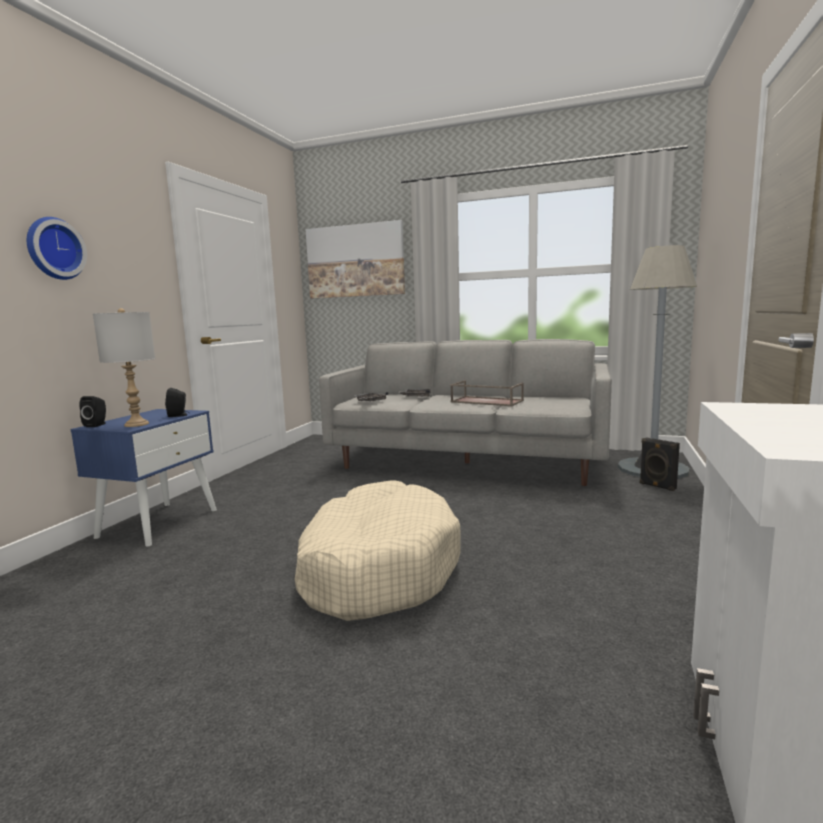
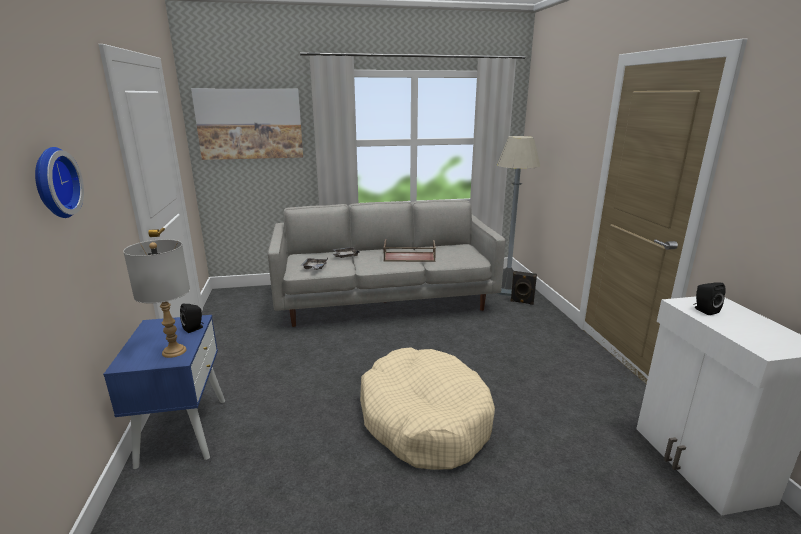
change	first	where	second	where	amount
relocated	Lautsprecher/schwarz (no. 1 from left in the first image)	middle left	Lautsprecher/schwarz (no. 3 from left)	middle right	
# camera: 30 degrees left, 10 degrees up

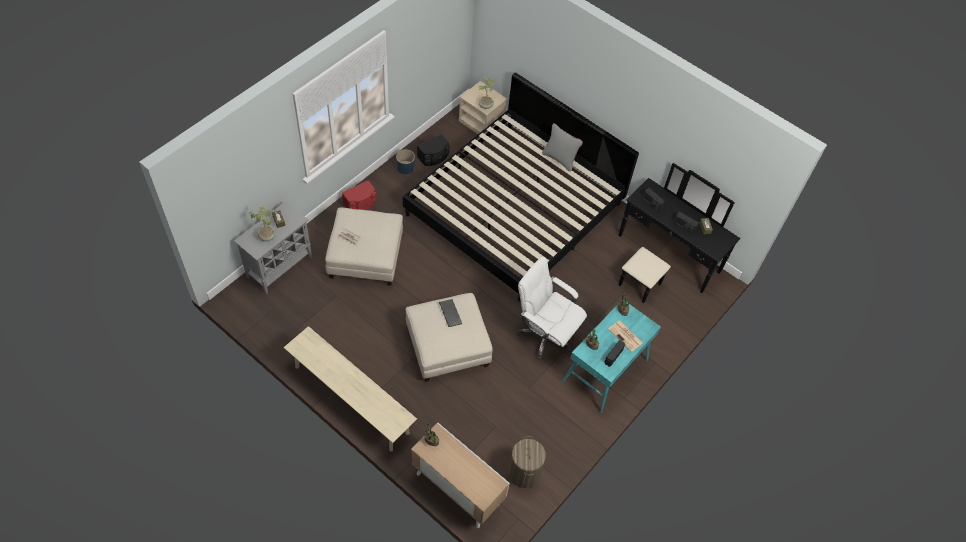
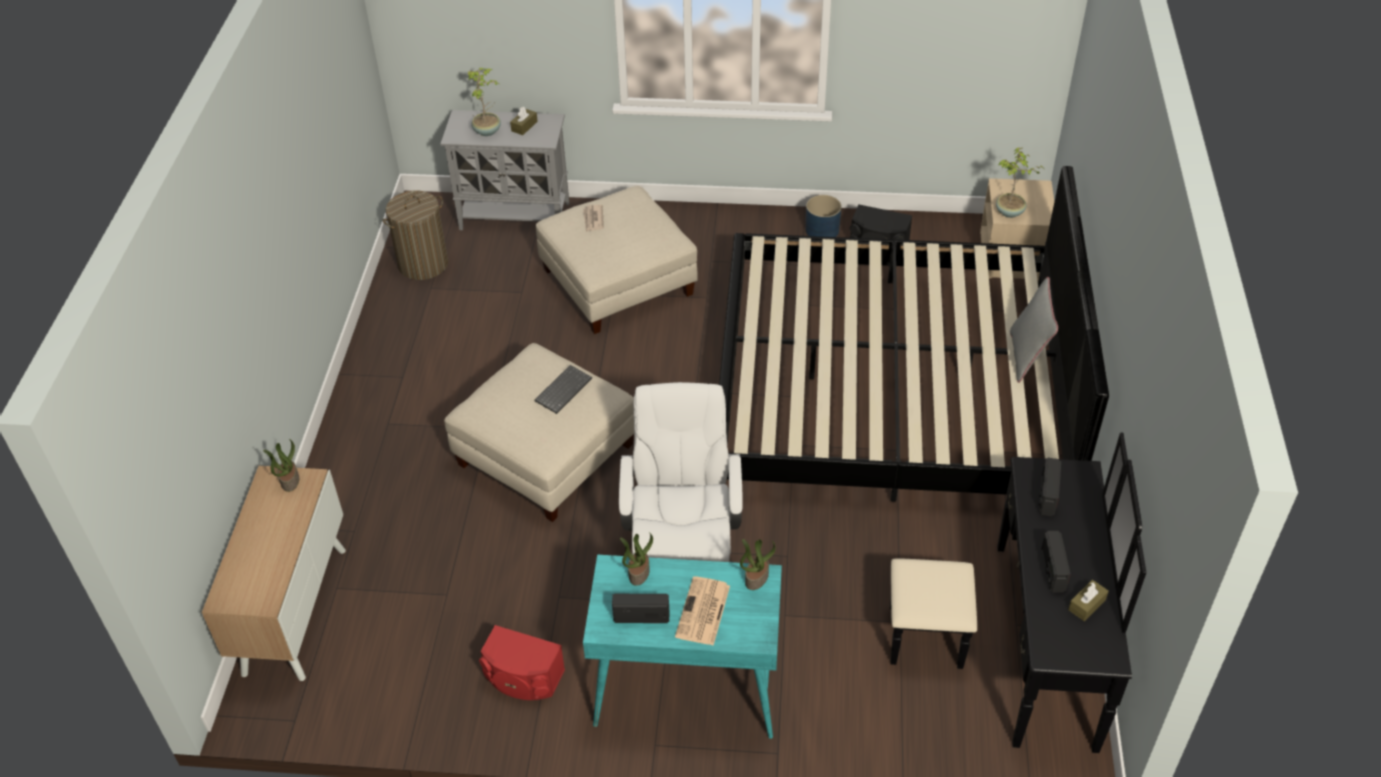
change	first	where	second	where	amount
missing	Bank/beige	bottom centre			
relocated	Lautsprecher/rot	centre		bottom centre	
relocated	Wäschekorb	bottom centre		top left	
# camera: 60 degrees right, 10 degrees down

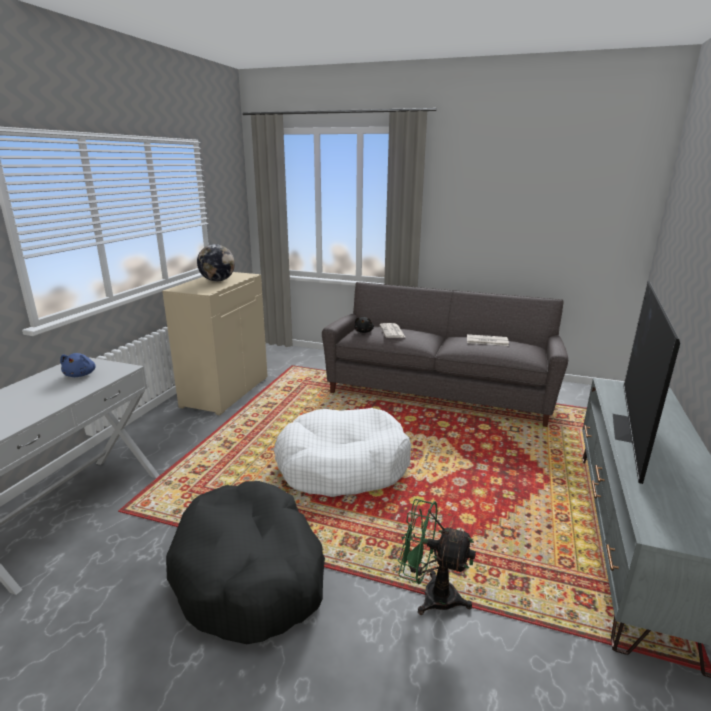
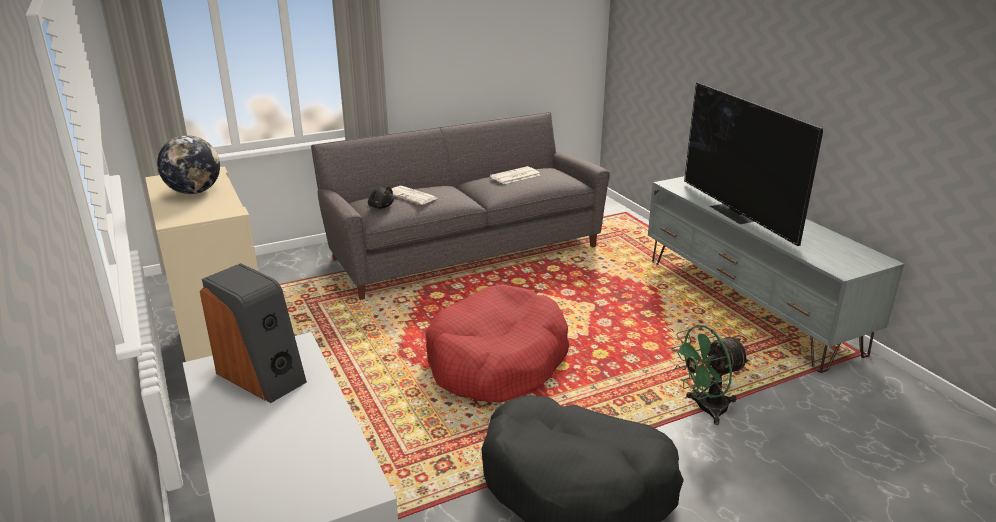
change	first	where	second	where	amount
exchanged	Plüschtier/blau	middle left	Lautsprecher	middle left	
colour	Hundebett/weiß	centre	Hundebett/rot	centre	
# camera: 45 degrees left, 5 degrees up

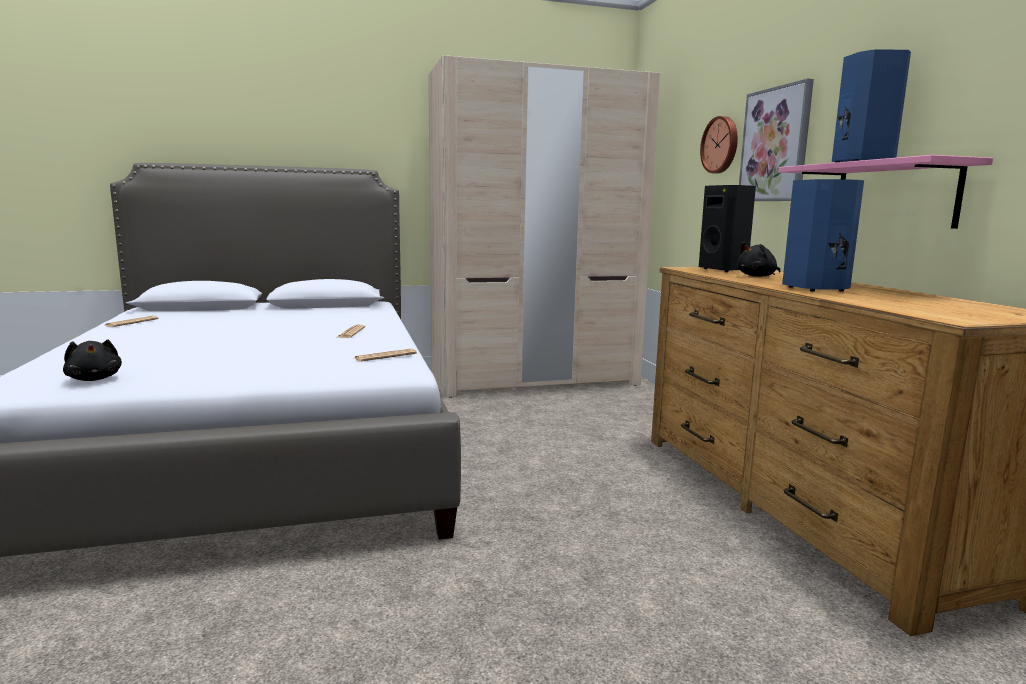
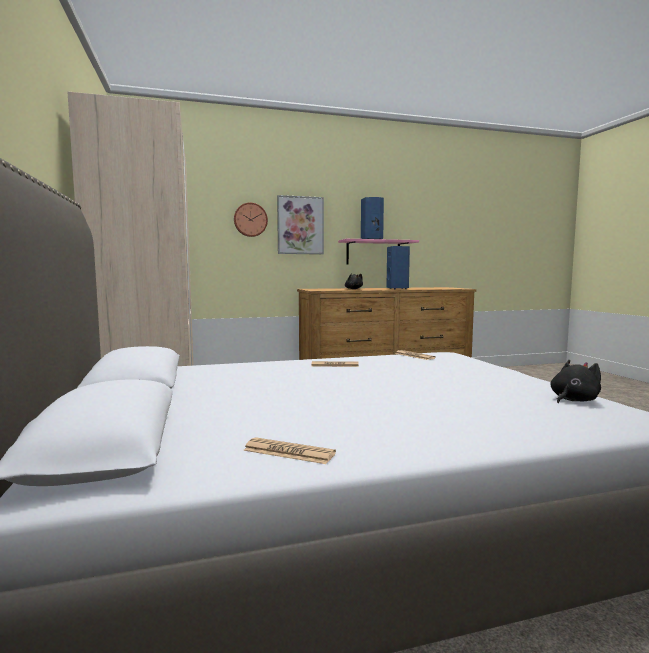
change	first	where	second	where	amount
missing	Lautsprecher/schwarz	middle right			
# camera: 90 degrees left, 5 degrees down

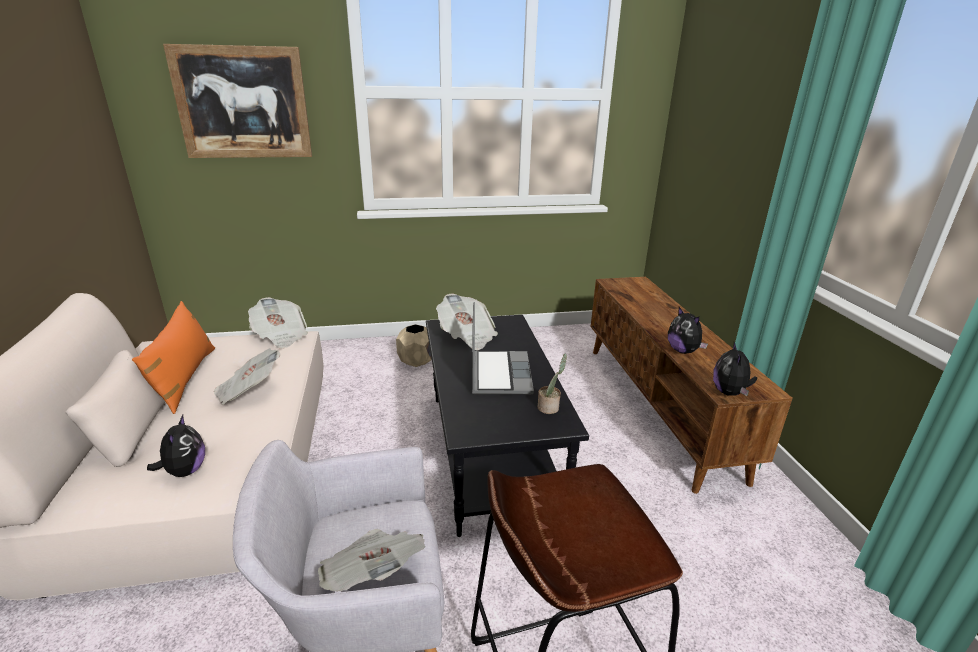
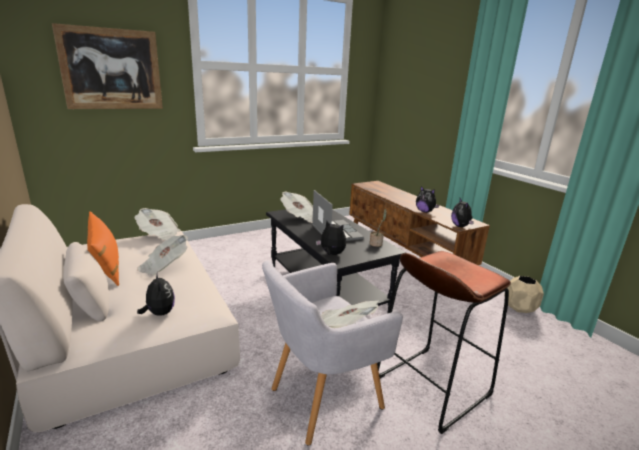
change	first	where	second	where	amount
appeared			Plüschtier (no. 2 from left)	centre	
relocated	Pflanzkübel/beige	centre		middle right	
# camera: 20 degrees left, 5 degrees down

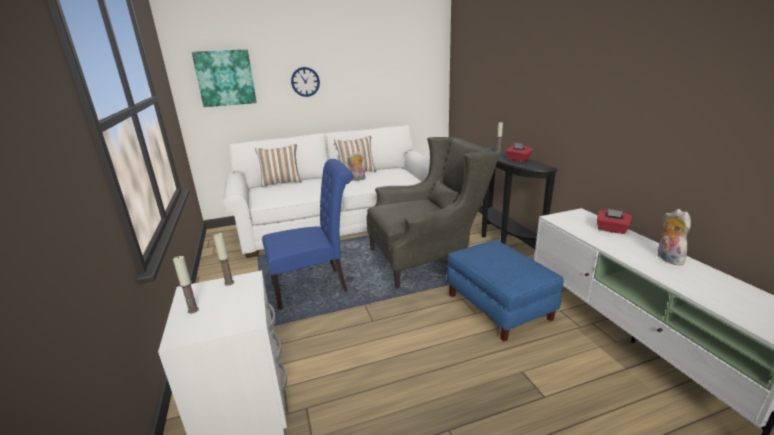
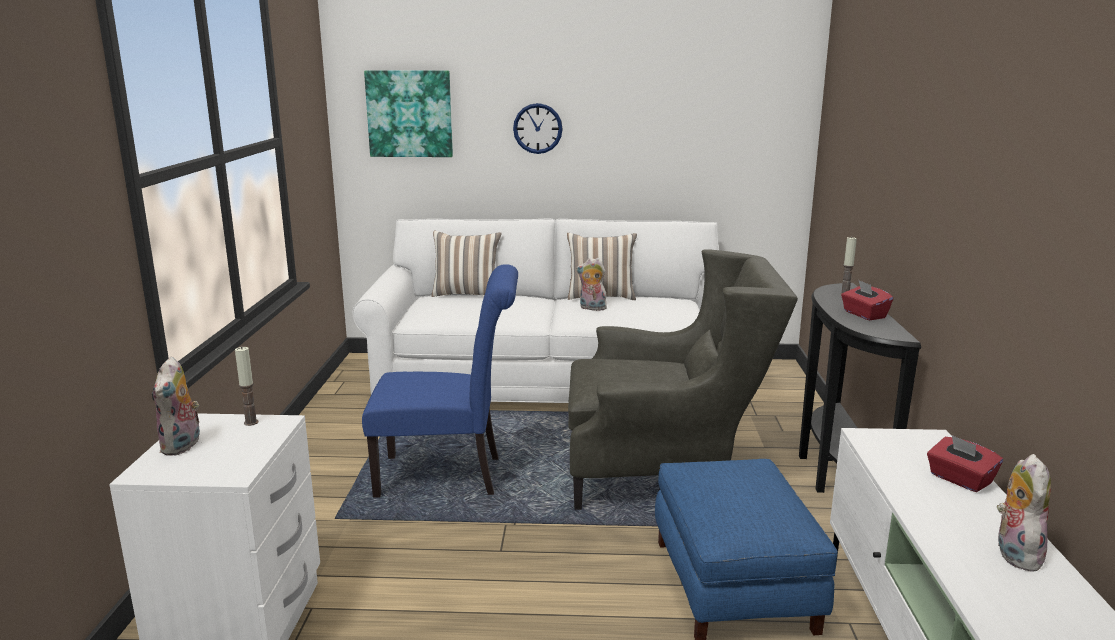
change	first	where	second	where	amount
exchanged	Kerze (no. 1 from left)	middle left	Plüschtier (no. 1 from left)	middle left	
# camera: 20 degrees right, 5 degrees down

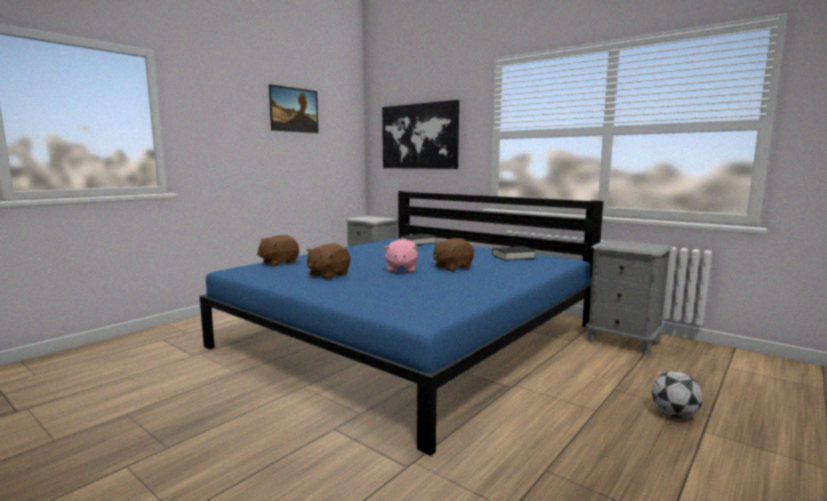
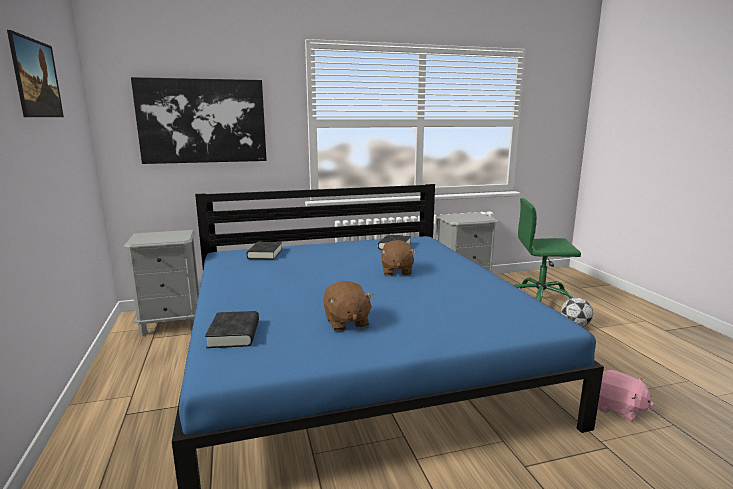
change	first	where	second	where	amount
appeared			Bürostuhl/grün	middle right	
relocated	Plüschtier/rosa	centre		bottom right	
exchanged	Plüschtier/braun (no. 1 from left)	centre	Buch/schwarz (no. 1 from left)	bottom left	
# camera: 55 degrees left, 5 degrees up

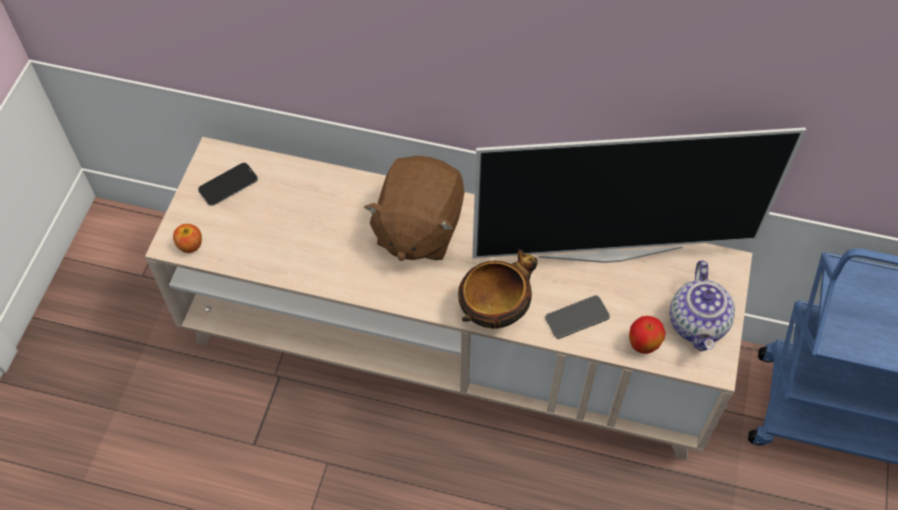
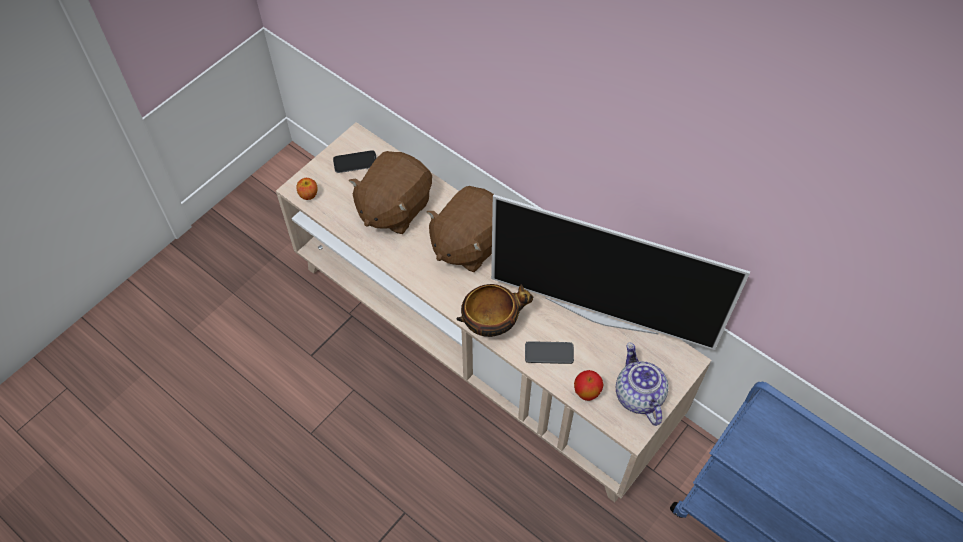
change	first	where	second	where	amount
appeared			Plüschtier/braun (no. 1 from left)	centre	
spun	Teekanne	middle right		bottom right	135 degrees clockwise
# camera: 25 degrees right, 0 degrees up

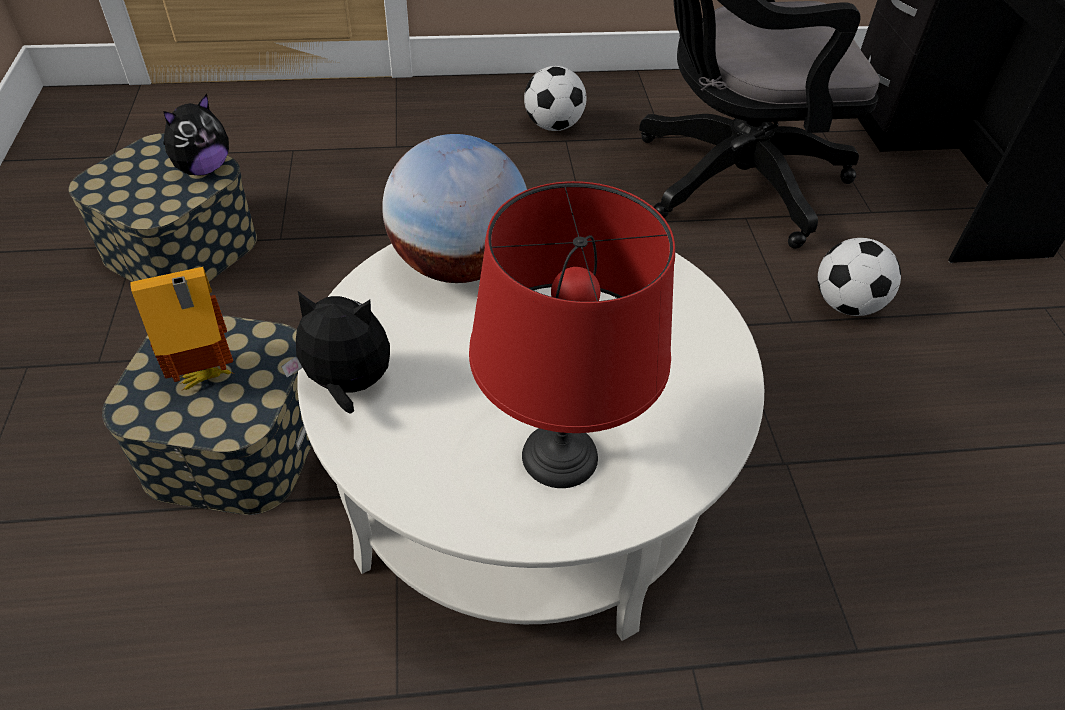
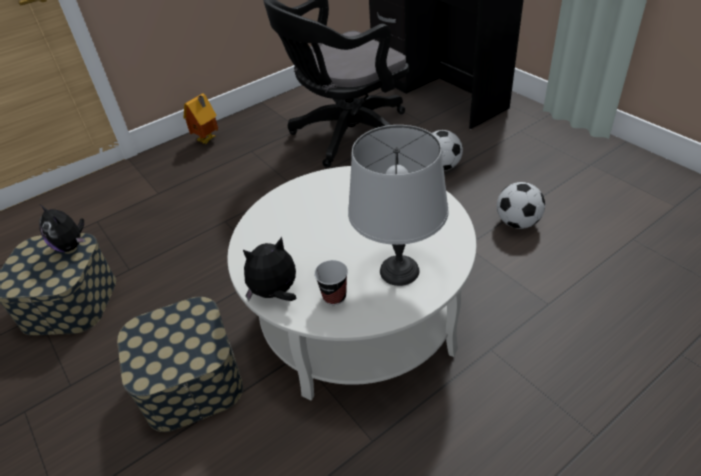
change	first	where	second	where	amount
missing	Globus	top centre			
appeared			Tasse	centre	
relocated	Spielzeughaus	middle left		top left	
relocated	Fußball (no. 1 from left in the first image)	top centre	Fußball (no. 2 from left)	middle right	
colour	Tischlampe/rot	centre	Tischlampe/grau	centre	
spun	Plüschtier (no. 1 from left)	top left		middle left	120 degrees clockwise
# camera: 25 degrees left, 5 degrees down

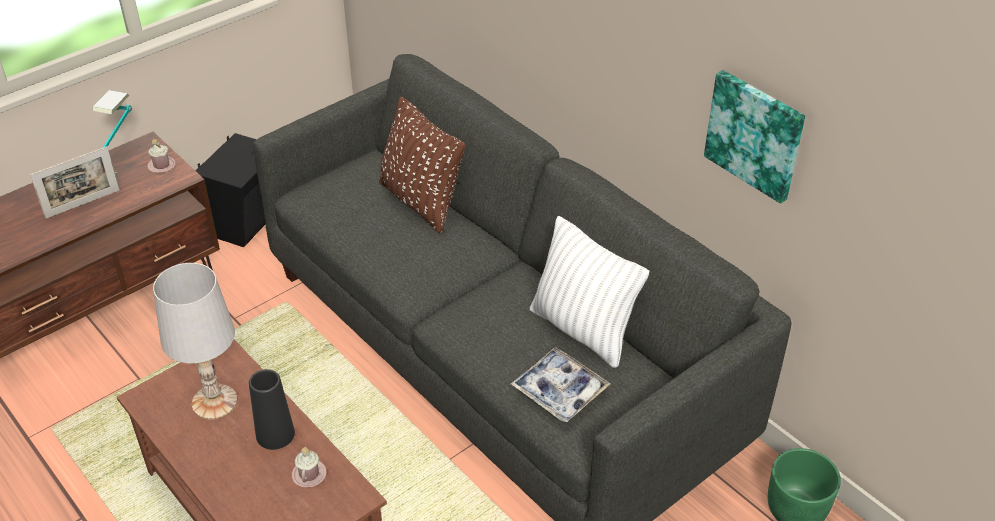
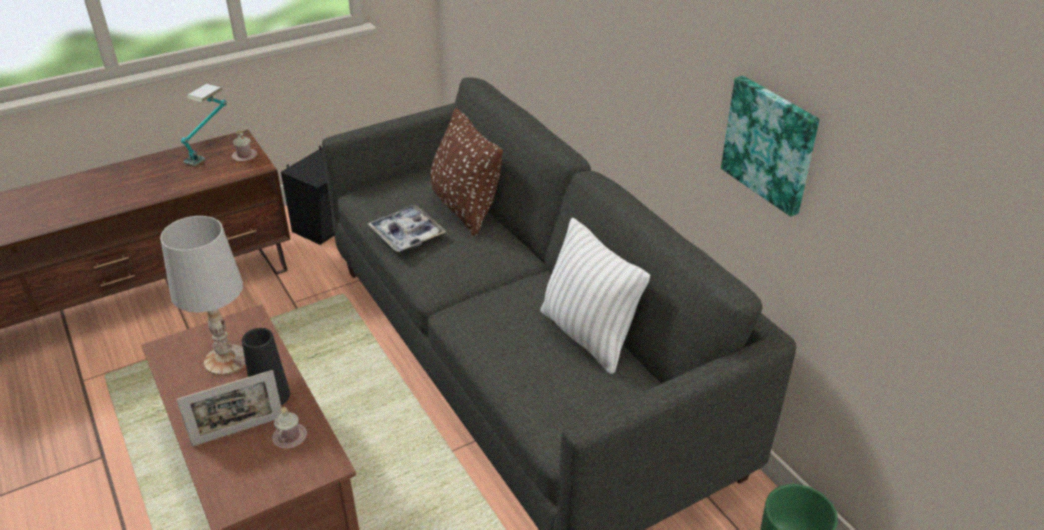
change	first	where	second	where	amount
relocated	Bilderrahmen	middle left		bottom left	
relocated	Tablett	bottom centre		centre	
# camera: 10 degrees right, 5 degrees down

